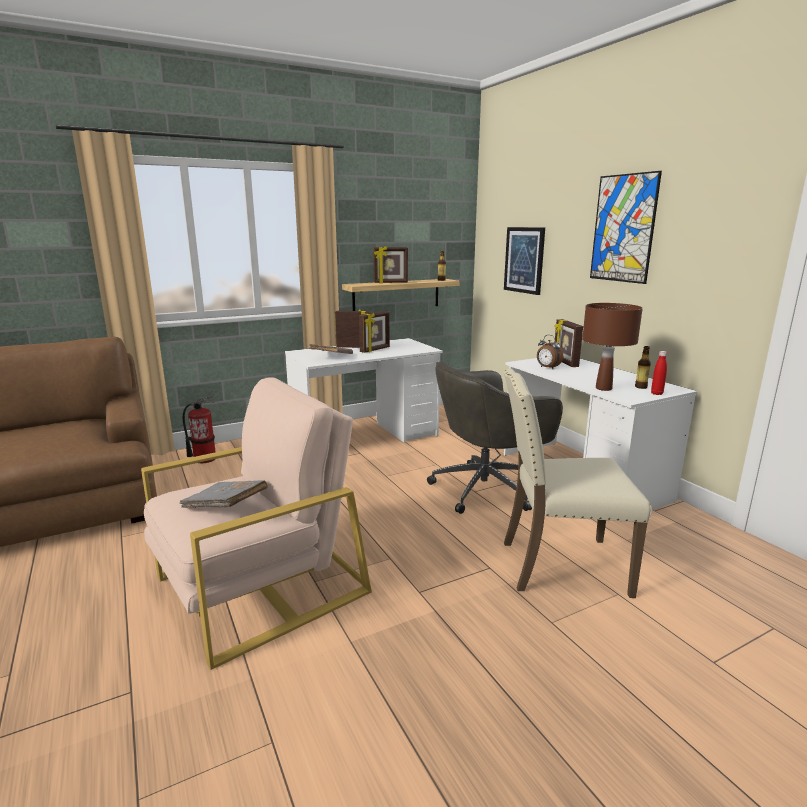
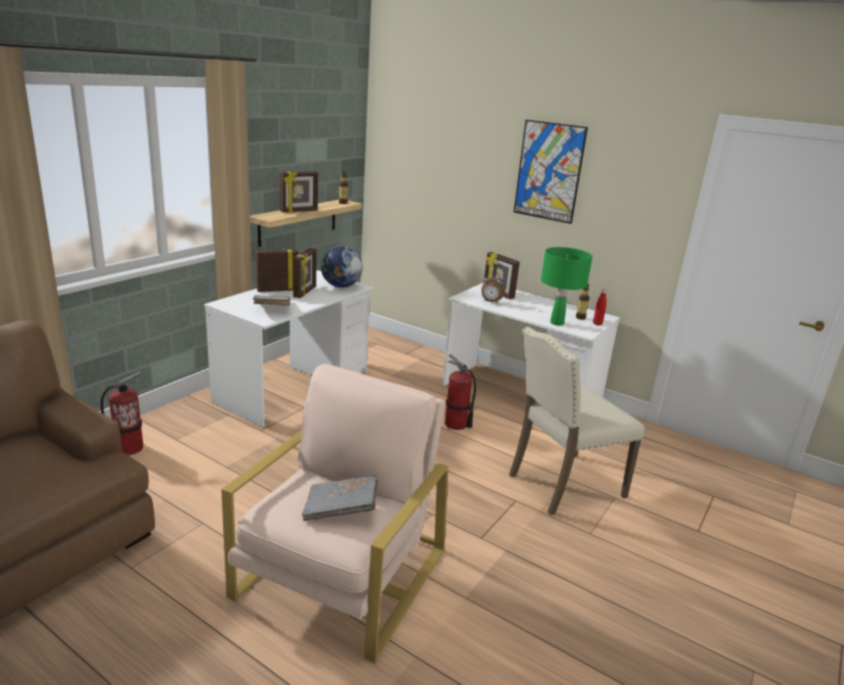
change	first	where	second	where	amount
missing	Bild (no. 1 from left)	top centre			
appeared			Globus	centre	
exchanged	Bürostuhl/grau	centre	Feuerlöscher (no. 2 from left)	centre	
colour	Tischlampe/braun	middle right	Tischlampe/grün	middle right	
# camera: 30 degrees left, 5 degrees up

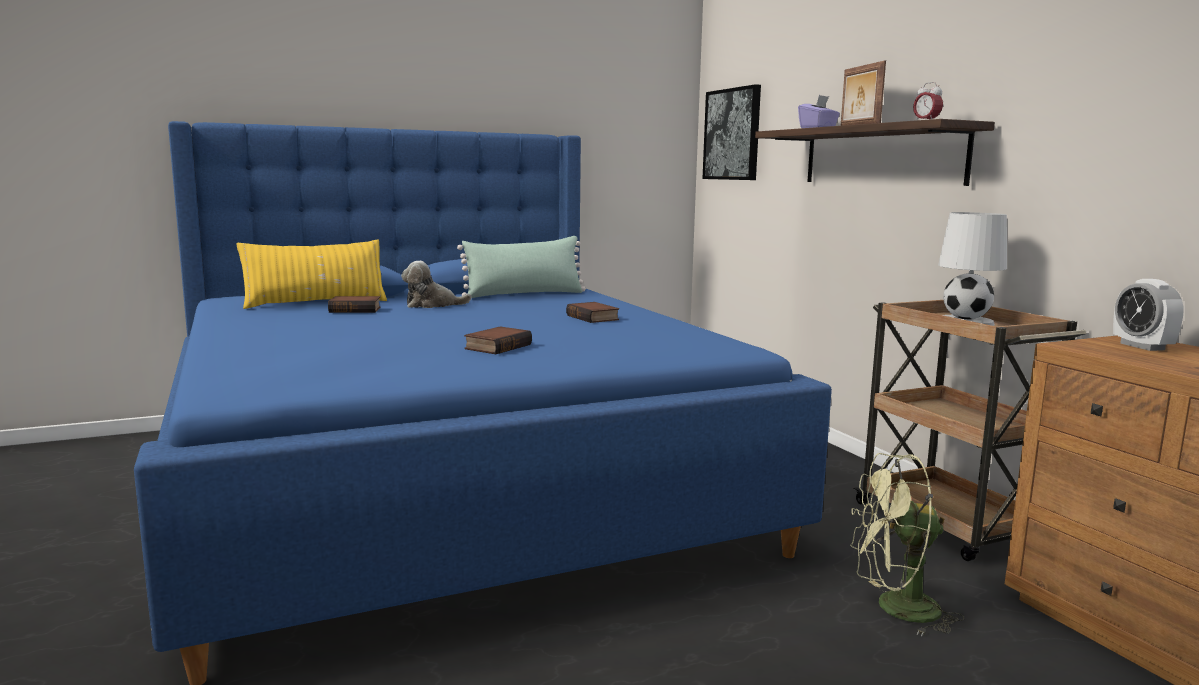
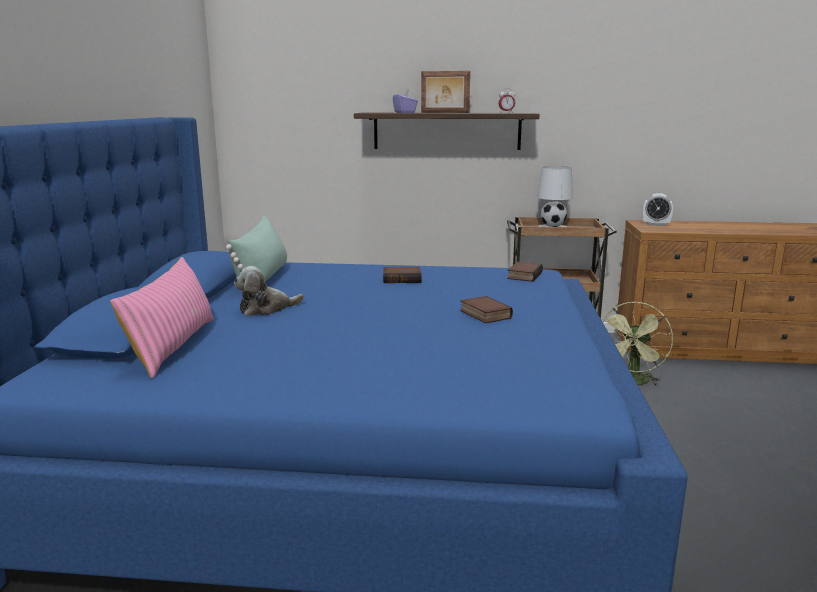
change	first	where	second	where	amount
missing	Bild	top centre			
relocated	Buch (no. 1 from left in the first image)	middle left	Buch (no. 3 from left)	centre	
colour	Kissen/gelb	middle left	Kissen/rosa	middle left	
spun	Plüschtier	centre		middle left	45 degrees clockwise
# camera: 60 degrees left, 5 degrees up

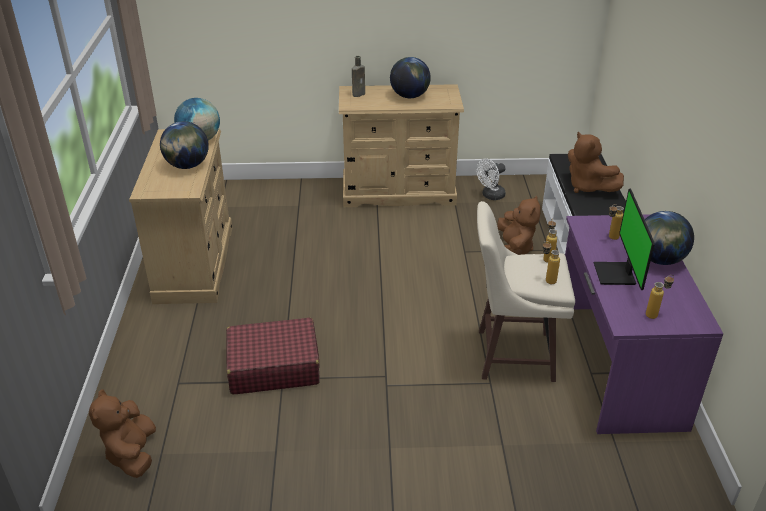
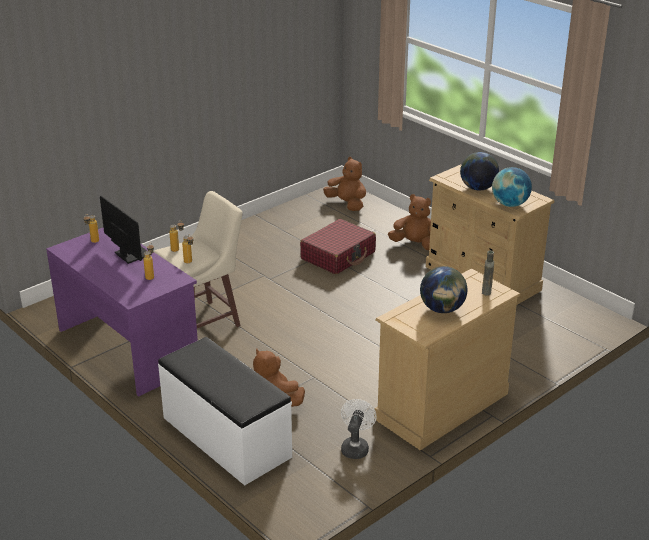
change	first	where	second	where	amount
missing	Globus (no. 4 from left)	middle right			
relocated	Plüschtier/braun (no. 3 from left)	top right		centre	
# camera: 140 degrees right, 5 degrees down

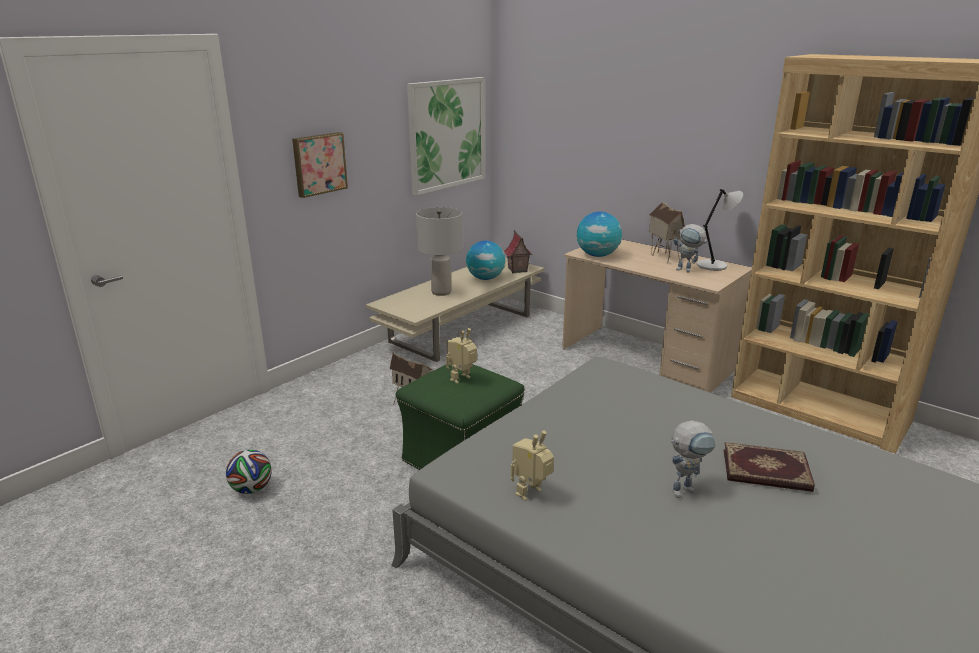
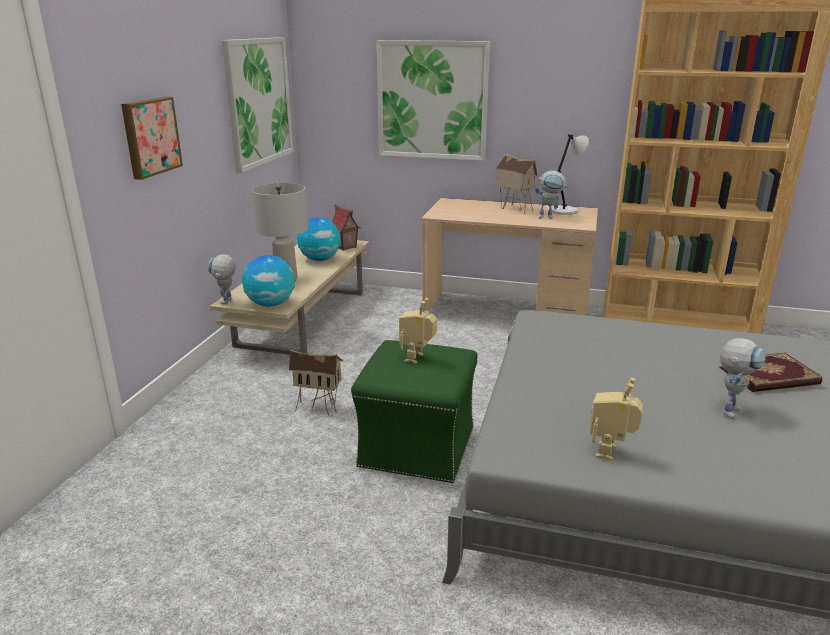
change	first	where	second	where	amount
missing	Fußball	bottom left			
appeared			Spielzeugroboter (no. 1 from left)	middle left	
appeared			Bild (no. 3 from left)	top centre	
relocated	Globus (no. 2 from left in the first image)	centre	Globus (no. 1 from left)	middle left	
# camera: 25 degrees left, 0 degrees up

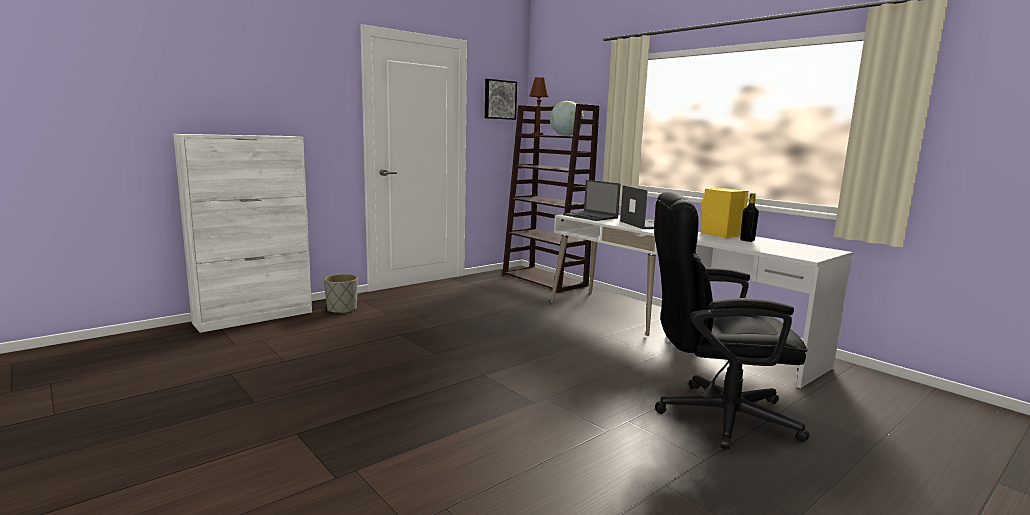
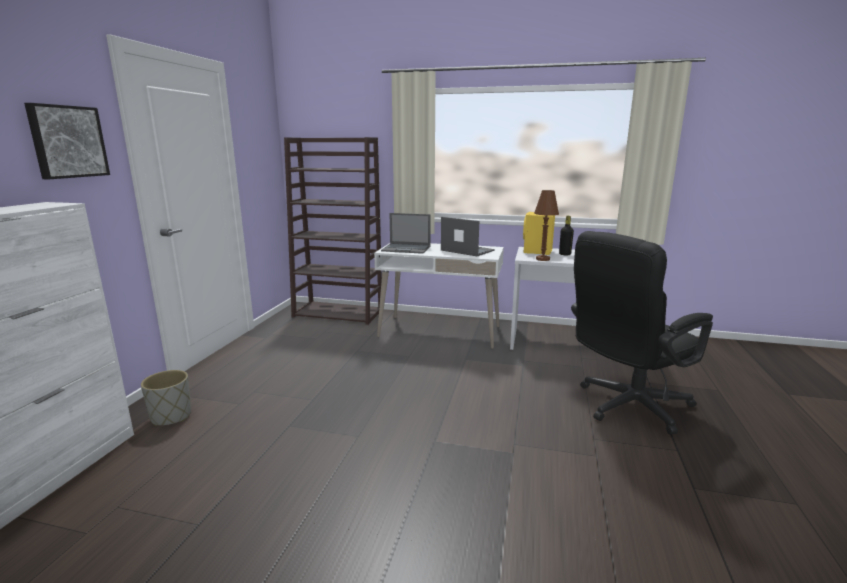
change	first	where	second	where	amount
missing	Globus	top centre			
relocated	Bild	top centre		top left	
relocated	Tischlampe/braun	top centre		centre	
# camera: 35 degrees left, 5 degrees up

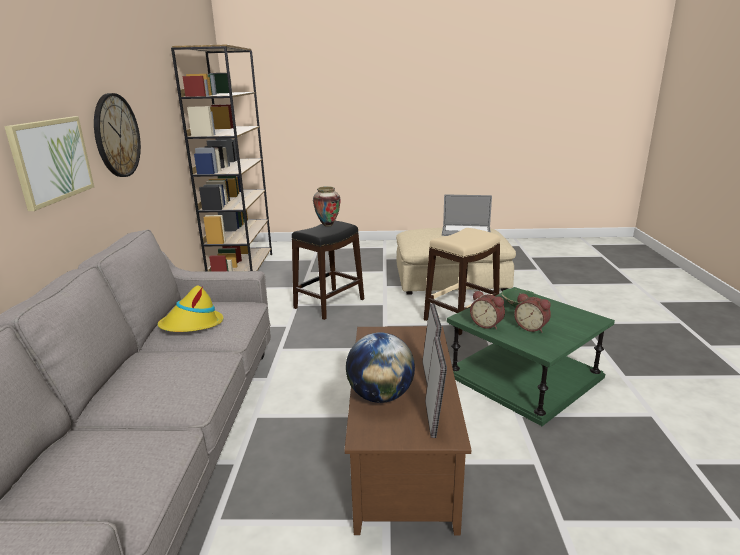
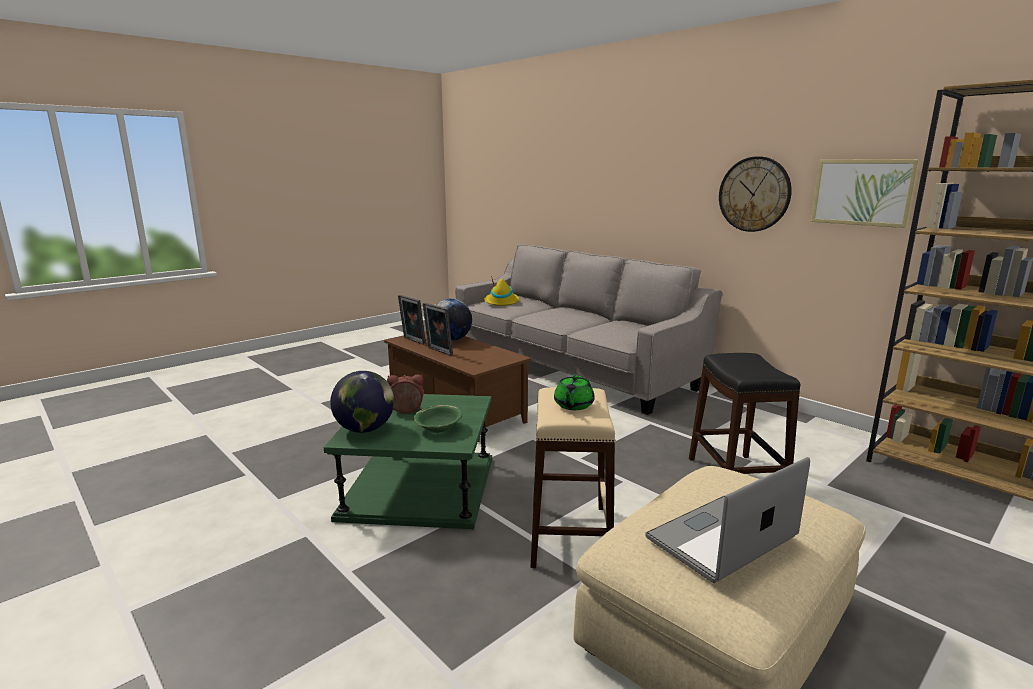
change	first	where	second	where	amount
missing	Vase	centre			
missing	Wecker (no. 1 from left)	centre			
appeared			Globus (no. 1 from left)	centre	
appeared			Teekanne/grün	centre	
relocated	Bild	top left		top right	
relocated	Hut/gelb	middle left		centre	
# camera: 135 degrees right, 5 degrees down

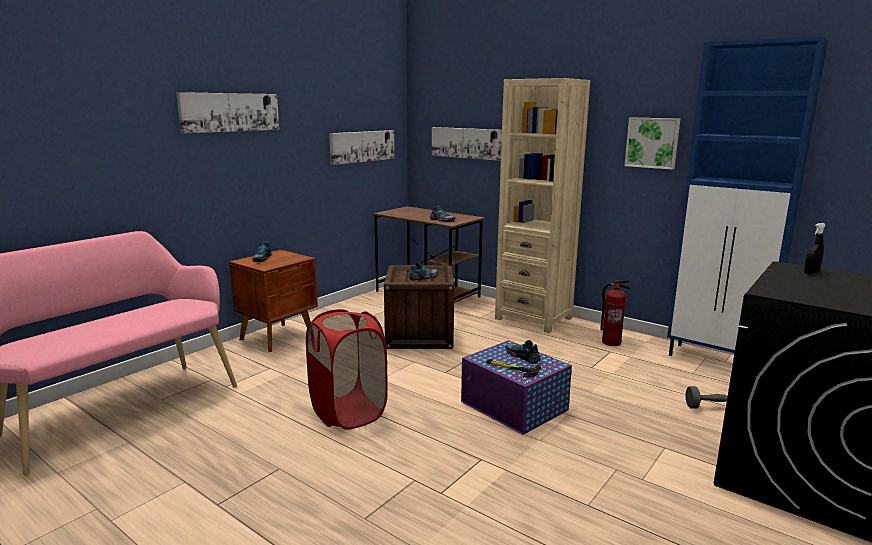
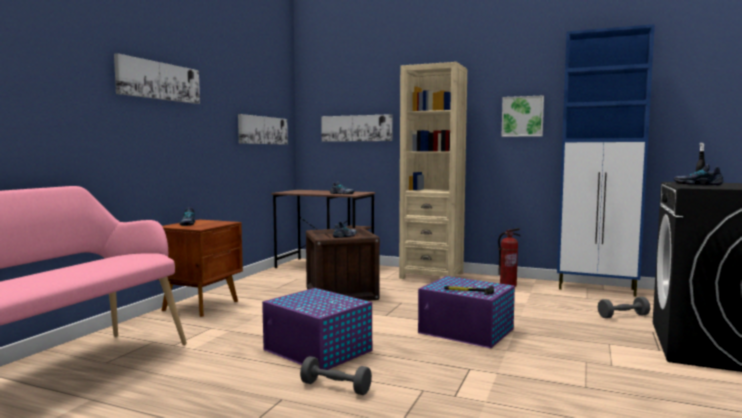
change	first	where	second	where	amount
appeared			Hantel/grau (no. 1 from left)	bottom centre	
relocated	Schuh (no. 4 from left)	centre		middle right	
exchanged	Wäschekorb/rot	bottom centre	Aufbewahrungsbox/lila (no. 1 from left)	bottom centre	
# camera: 15 degrees left, 10 degrees down

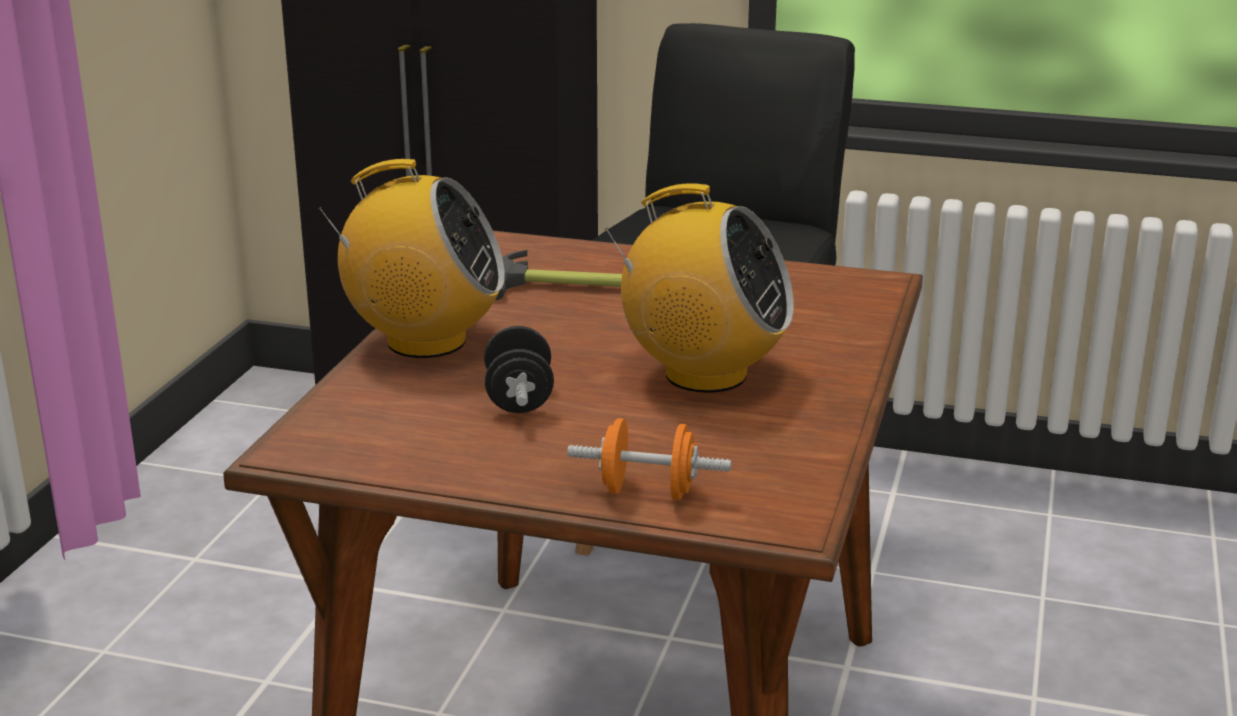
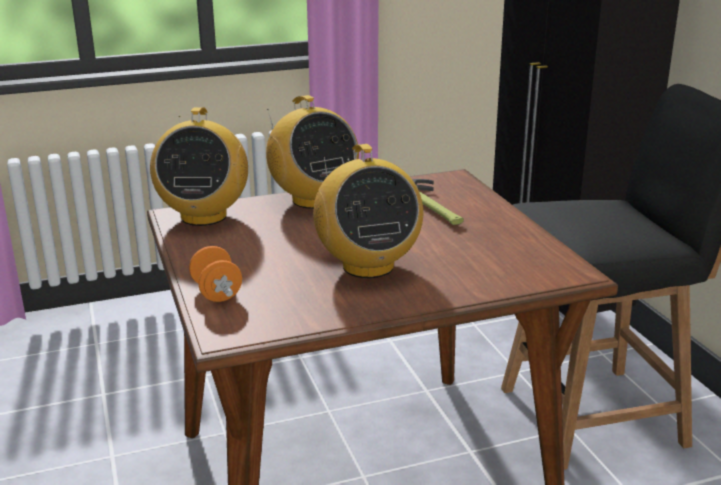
change	first	where	second	where	amount
missing	Hantel/schwarz	centre			
appeared			Radio (no. 1 from left)	middle left	
# camera: 55 degrees right, 0 degrees up

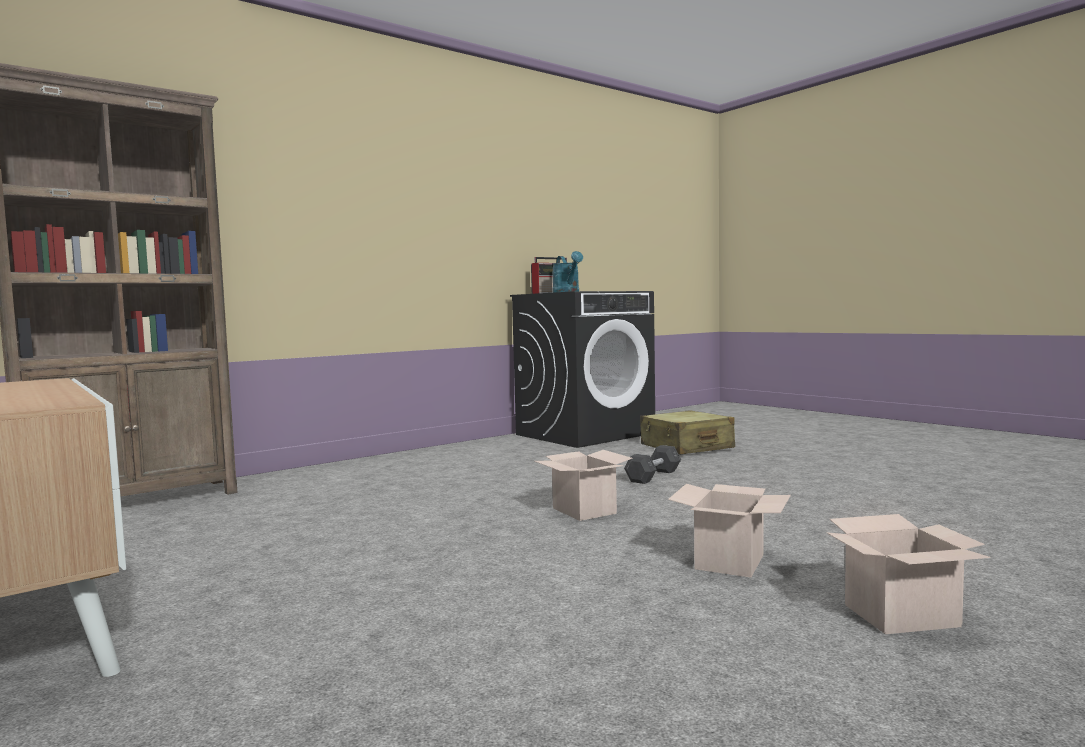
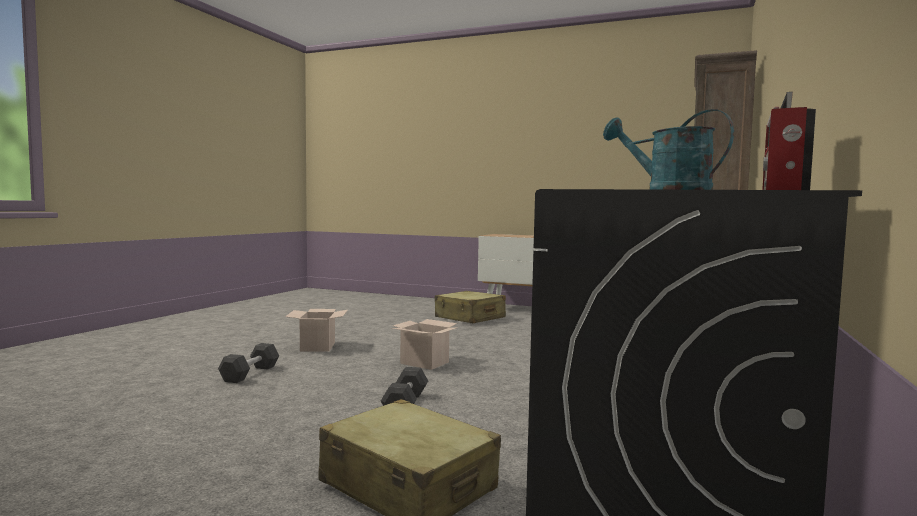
change	first	where	second	where	amount
missing	Karton (no. 3 from left)	bottom right			
appeared			Hantel/grau (no. 1 from left)	bottom left	
appeared			Koffer/beige (no. 2 from left)	centre	
# camera: 150 degrees right, 0 degrees up

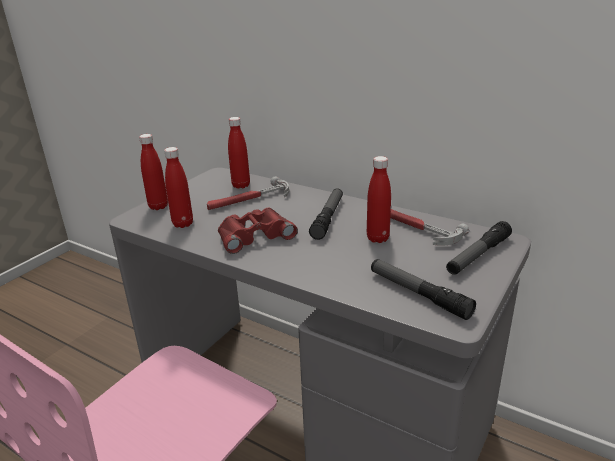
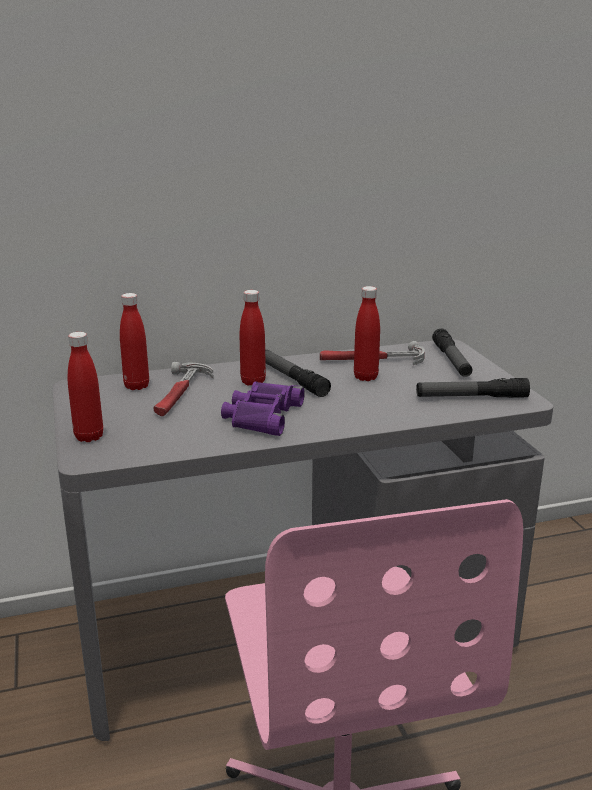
change	first	where	second	where	amount
relocated	Flasche/rot (no. 2 from left in the first image)	middle left	Flasche/rot (no. 3 from left)	centre	
colour	Fernglas/rot	centre	Fernglas/lila	centre	
# camera: 50 degrees left, 5 degrees down

